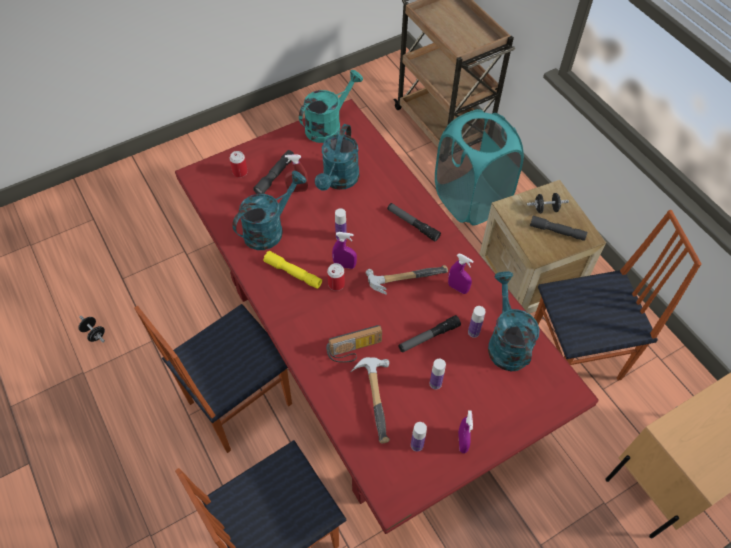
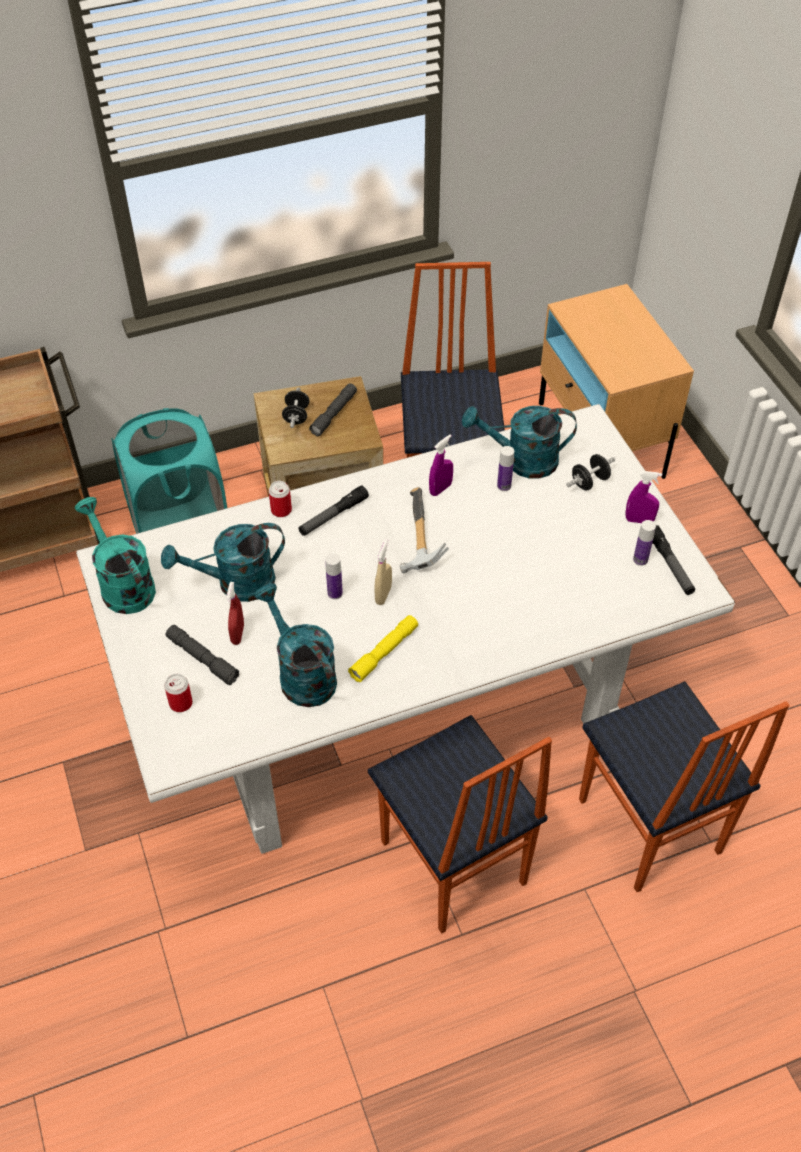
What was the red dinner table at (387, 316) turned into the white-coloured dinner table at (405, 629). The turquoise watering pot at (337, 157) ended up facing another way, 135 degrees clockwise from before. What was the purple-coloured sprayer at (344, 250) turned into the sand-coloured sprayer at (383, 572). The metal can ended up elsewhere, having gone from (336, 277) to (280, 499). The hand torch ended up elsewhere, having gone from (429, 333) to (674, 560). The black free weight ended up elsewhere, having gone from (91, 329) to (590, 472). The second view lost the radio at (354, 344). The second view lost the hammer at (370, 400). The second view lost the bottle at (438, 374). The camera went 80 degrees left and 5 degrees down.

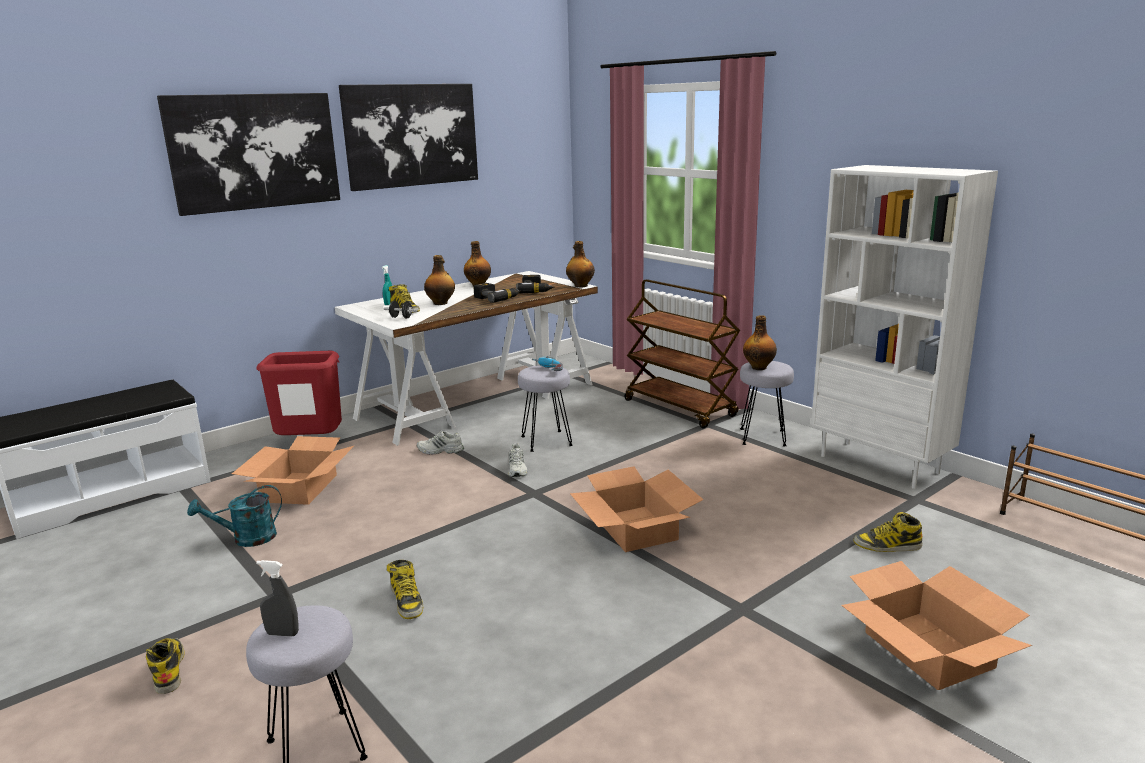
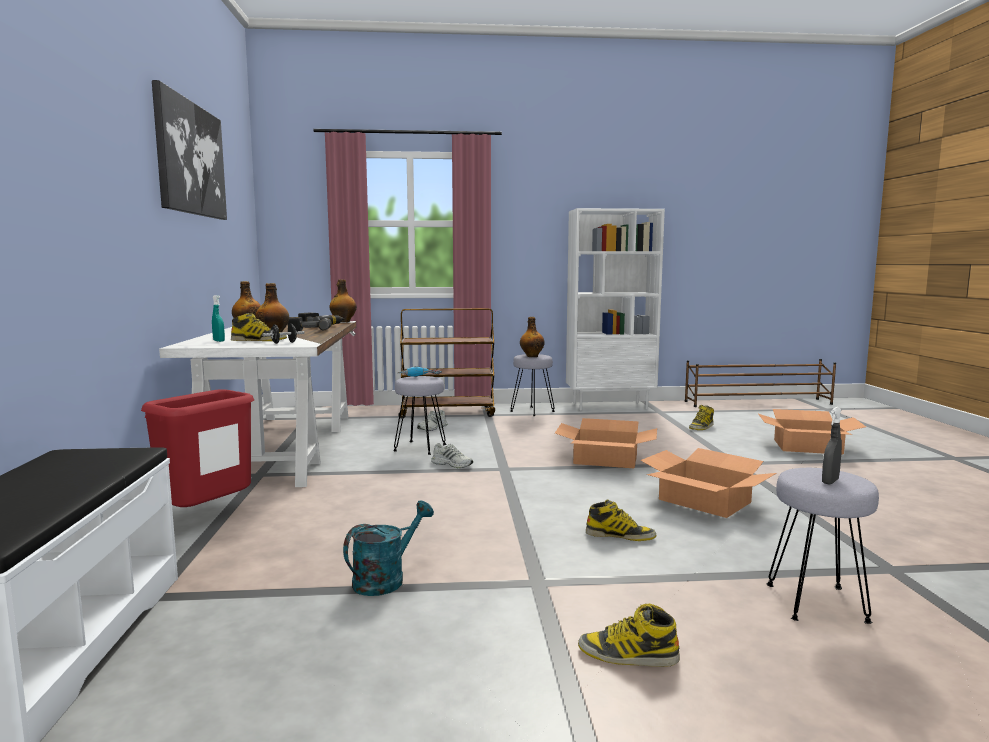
The second view lost the wall art at (248, 154). The white-coloured item of footwear ended up elsewhere, having gone from (440, 442) to (432, 420). The cardboard box ended up elsewhere, having gone from (293, 470) to (708, 483). The turquoise watering pot at (234, 516) ended up facing another way, 150 degrees counterclockwise from before. The camera went 55 degrees left and 10 degrees down.

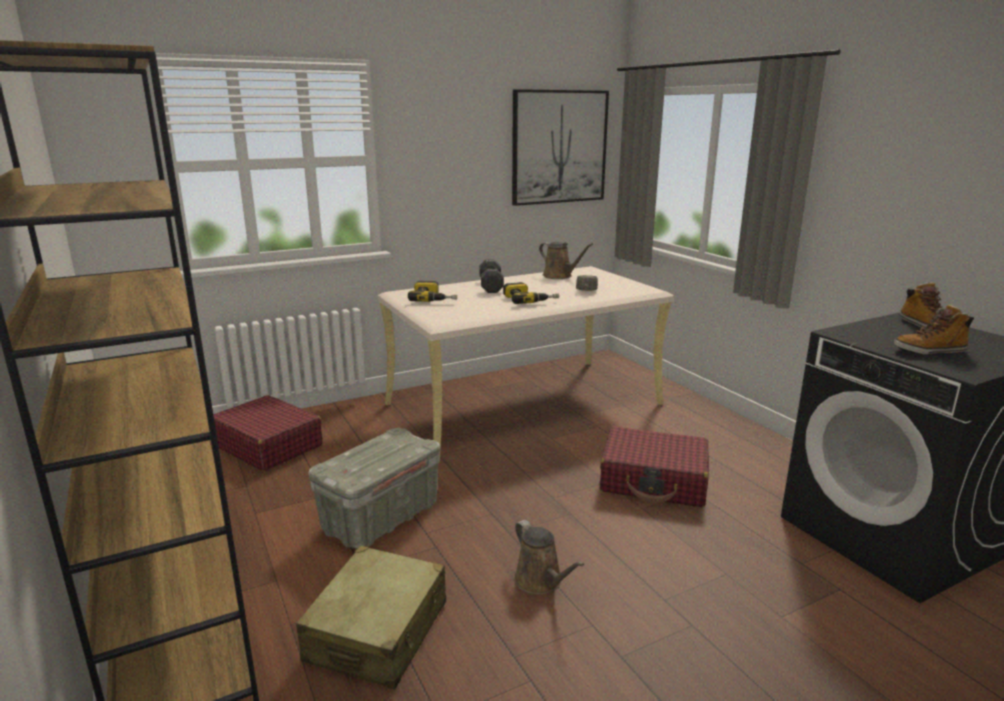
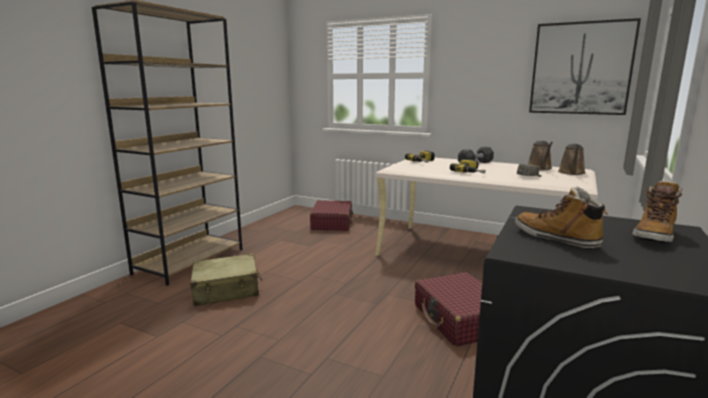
The second view lost the grey storage box at (374, 488). The brown watering pot ended up elsewhere, having gone from (549, 557) to (572, 159). The camera went 55 degrees right and 5 degrees down.

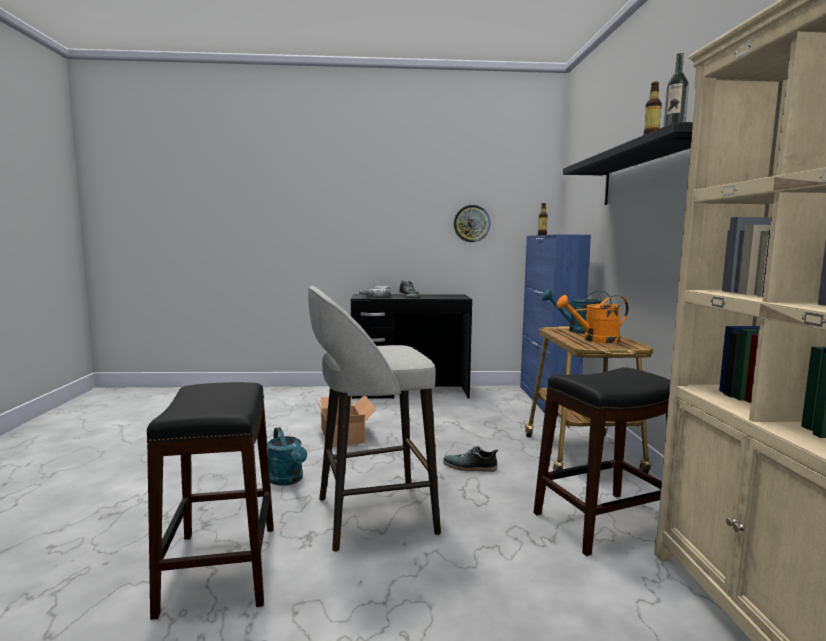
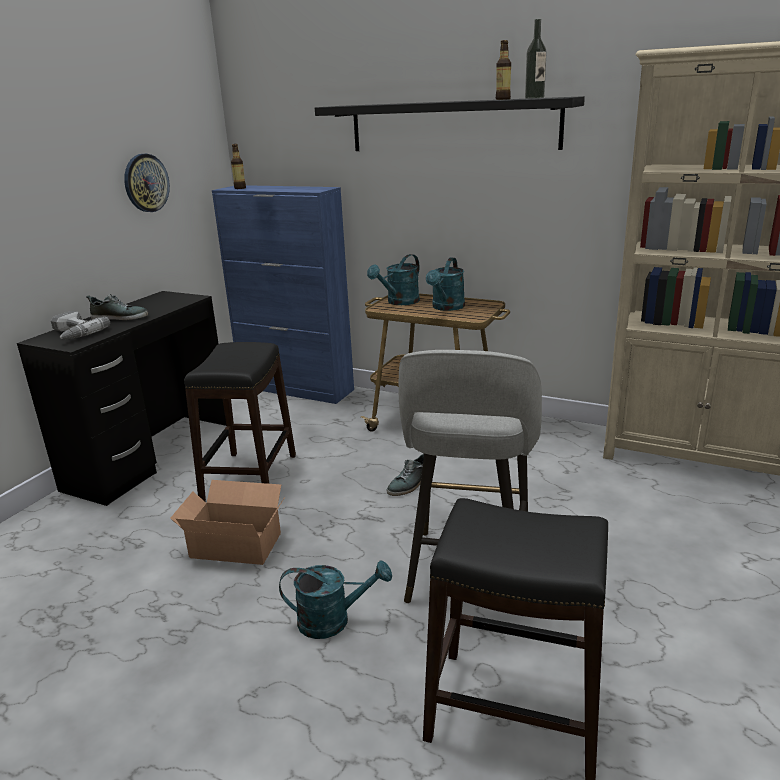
What was the orange-coloured watering pot at (593, 319) turned into the turquoise watering pot at (445, 284). The black sitting stool ended up elsewhere, having gone from (601, 461) to (240, 421). The camera went 60 degrees left and 15 degrees up.

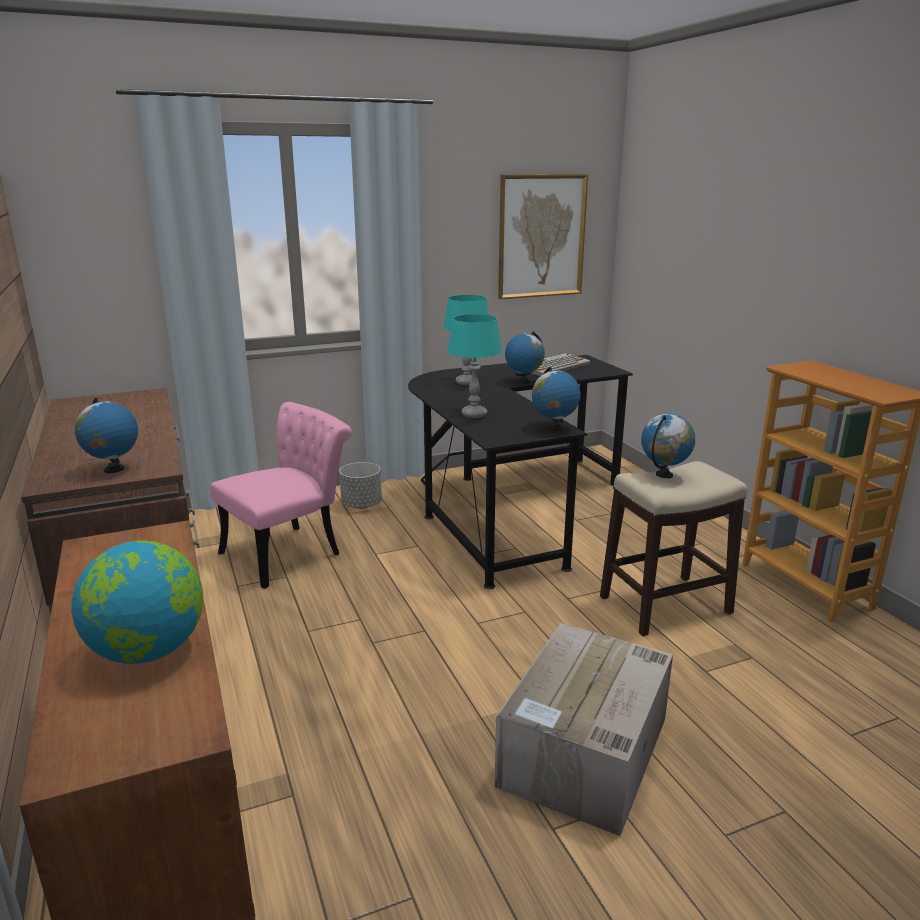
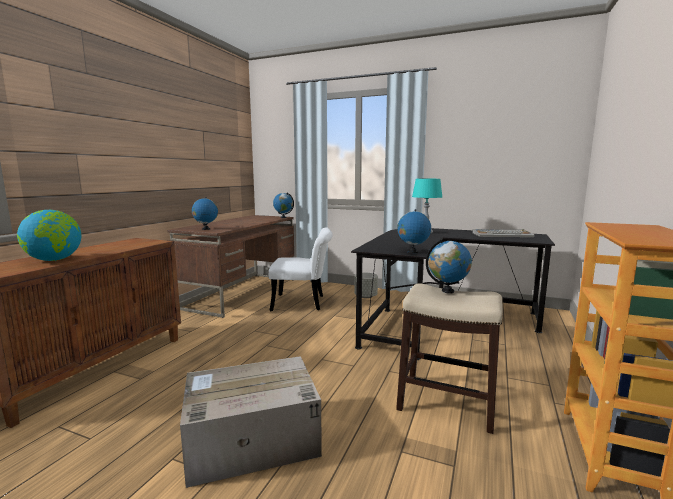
The second view lost the wall art at (543, 236). The second view lost the turquoise lamp for a table at (475, 366). The globe ended up elsewhere, having gone from (525, 357) to (283, 205). What was the pinkish plain chair at (281, 495) turned into the white-coloured plain chair at (301, 269). The camera went 45 degrees right and 10 degrees down.

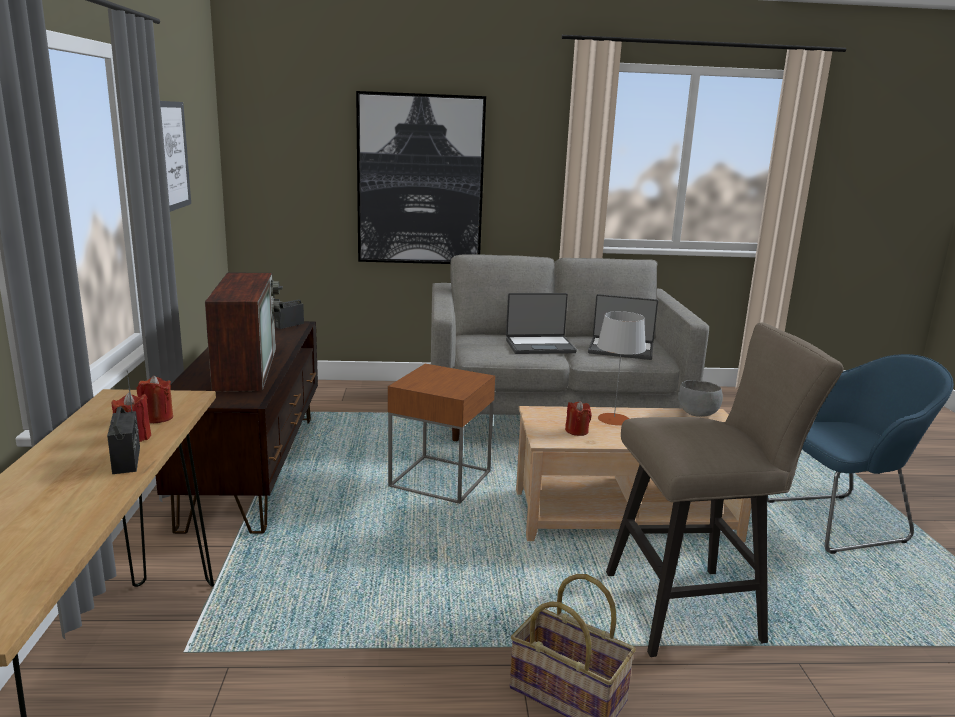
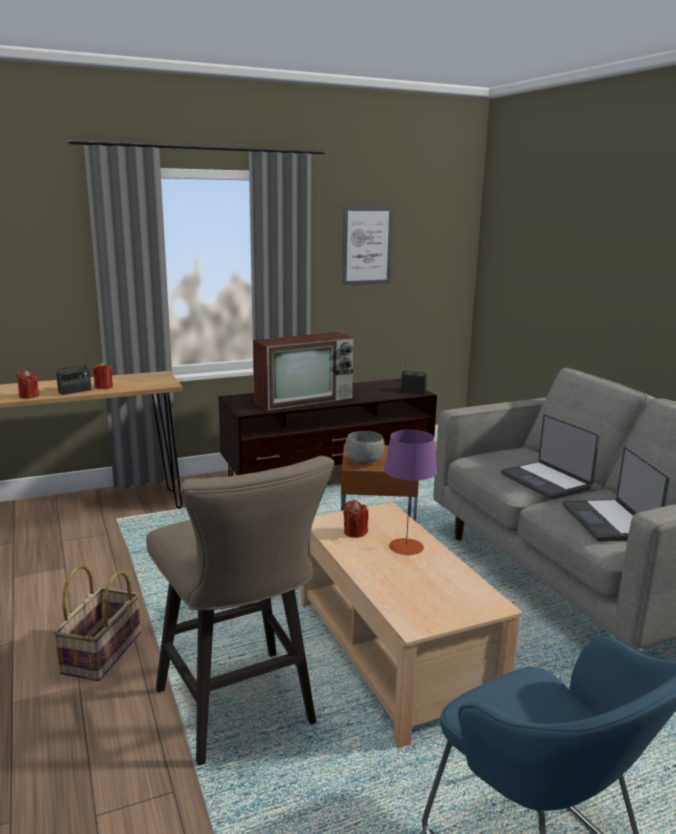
The second view lost the wall art at (421, 177). What was the grey lamp for a table at (621, 368) turned into the purple-coloured lamp for a table at (410, 492). The red wax light ended up elsewhere, having gone from (154, 399) to (28, 384). The grey deep dish ended up elsewhere, having gone from (700, 398) to (365, 447). The camera went 70 degrees right and 0 degrees up.

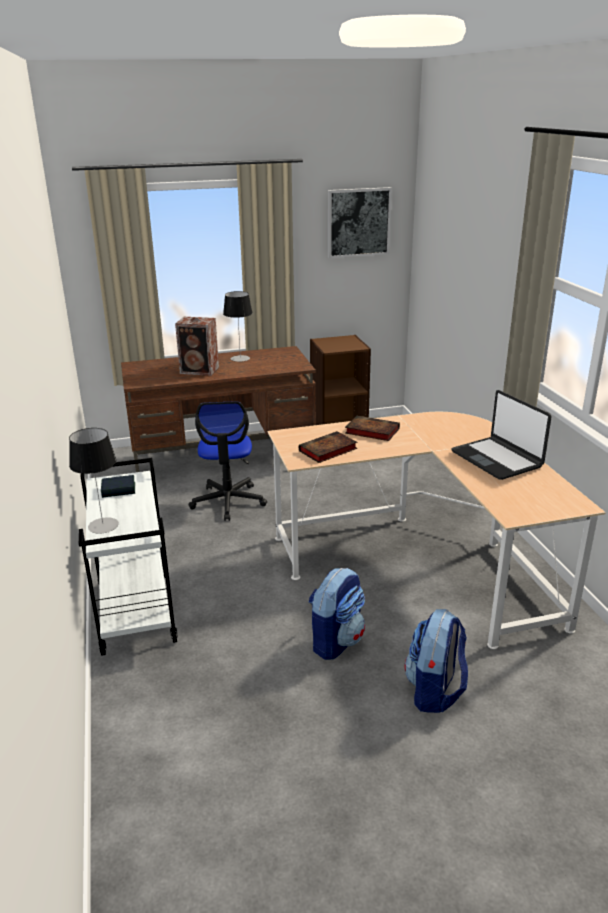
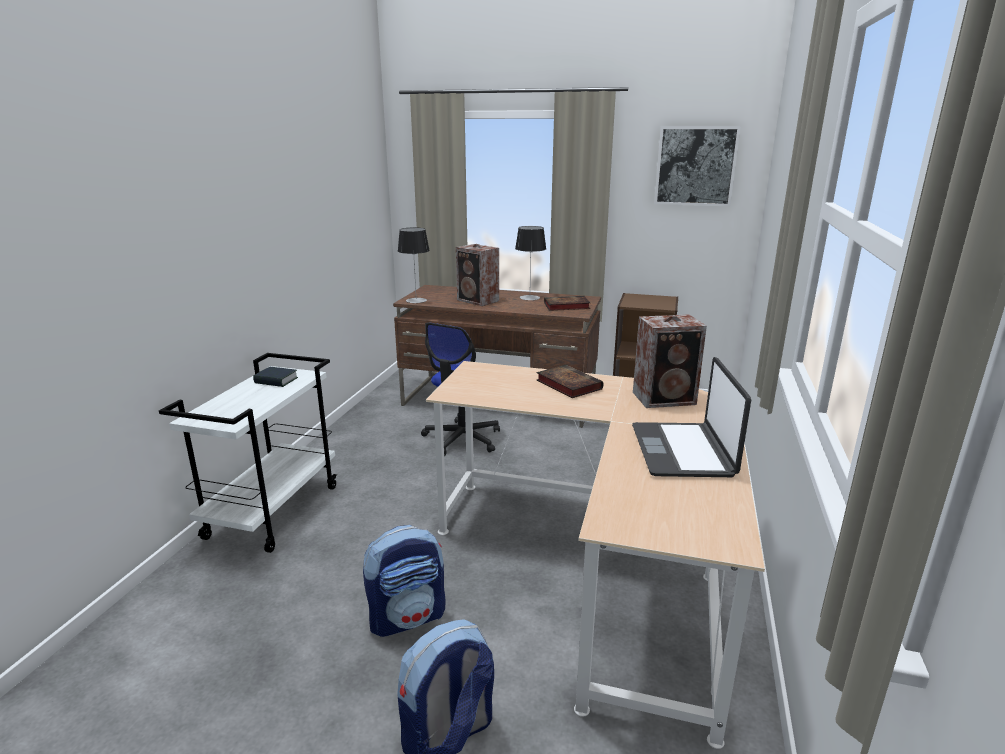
The lamp for a table ended up elsewhere, having gone from (94, 481) to (414, 265). The volume ended up elsewhere, having gone from (328, 447) to (567, 303). The second view gained the audio speaker at (670, 361). The camera went 30 degrees right and 5 degrees down.

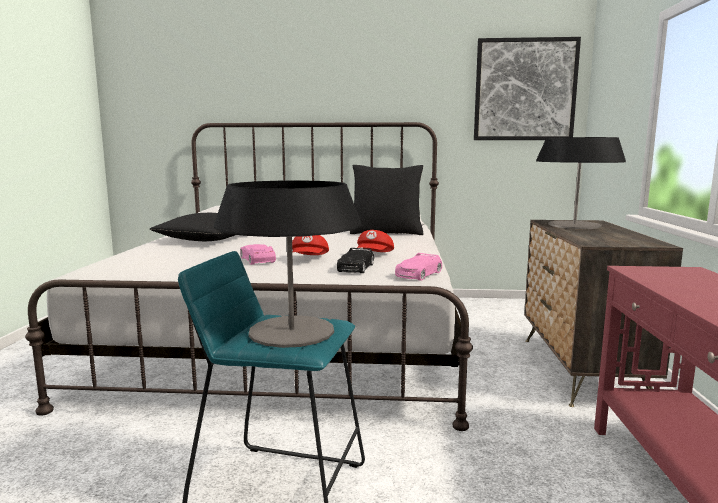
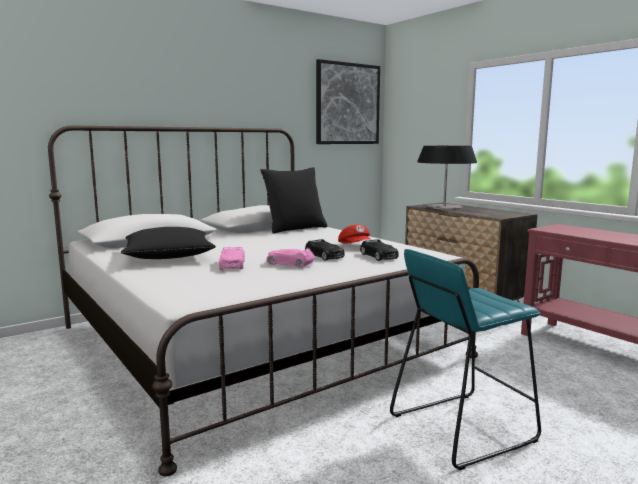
The second view lost the lamp for a table at (287, 264). Where the red baseball cap stood at (310, 245), the black miniature car came to stand at (325, 250). The pinkish miniature car ended up elsewhere, having gone from (418, 267) to (232, 258). The camera went 40 degrees left and 0 degrees up.

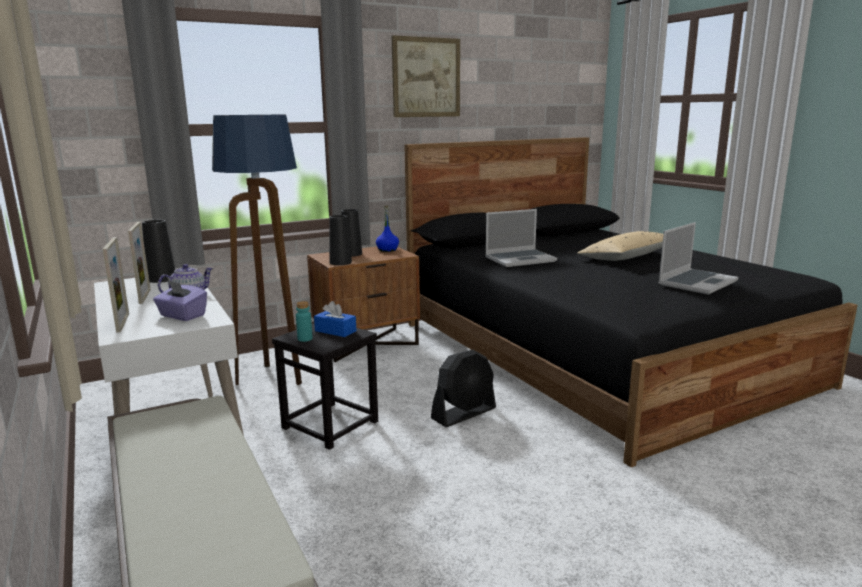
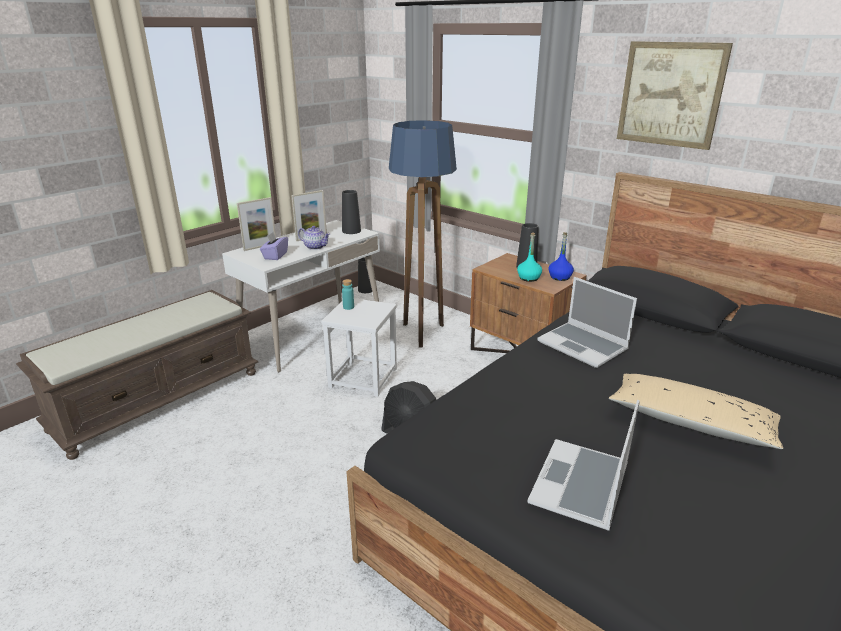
The black decorative vase ended up elsewhere, having gone from (340, 240) to (365, 275). The laptop at (698, 258) ended up facing another way, 90 degrees clockwise from before. The second view lost the blue-coloured tissue box at (335, 319). What was the black sitting stool at (325, 387) turned into the white-coloured sitting stool at (359, 347). The second view gained the turquoise bottle at (529, 257). The camera went 70 degrees right and 10 degrees up.

